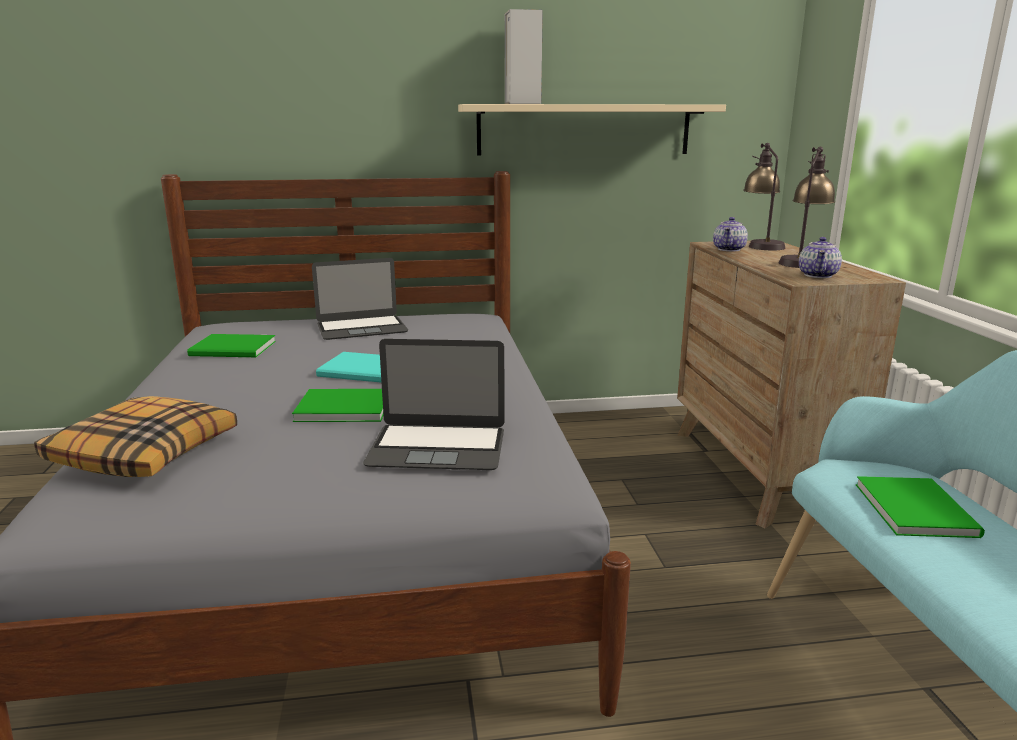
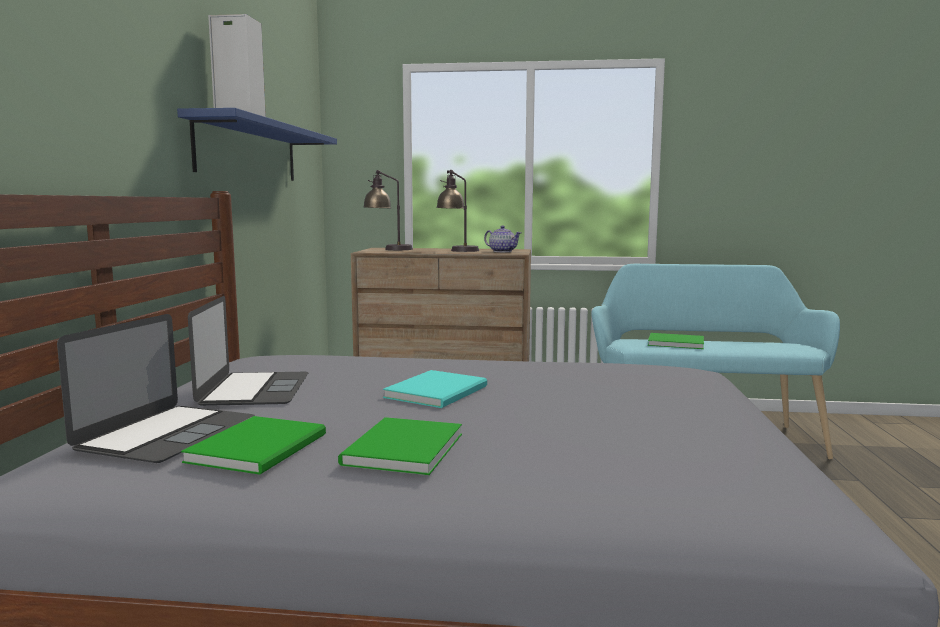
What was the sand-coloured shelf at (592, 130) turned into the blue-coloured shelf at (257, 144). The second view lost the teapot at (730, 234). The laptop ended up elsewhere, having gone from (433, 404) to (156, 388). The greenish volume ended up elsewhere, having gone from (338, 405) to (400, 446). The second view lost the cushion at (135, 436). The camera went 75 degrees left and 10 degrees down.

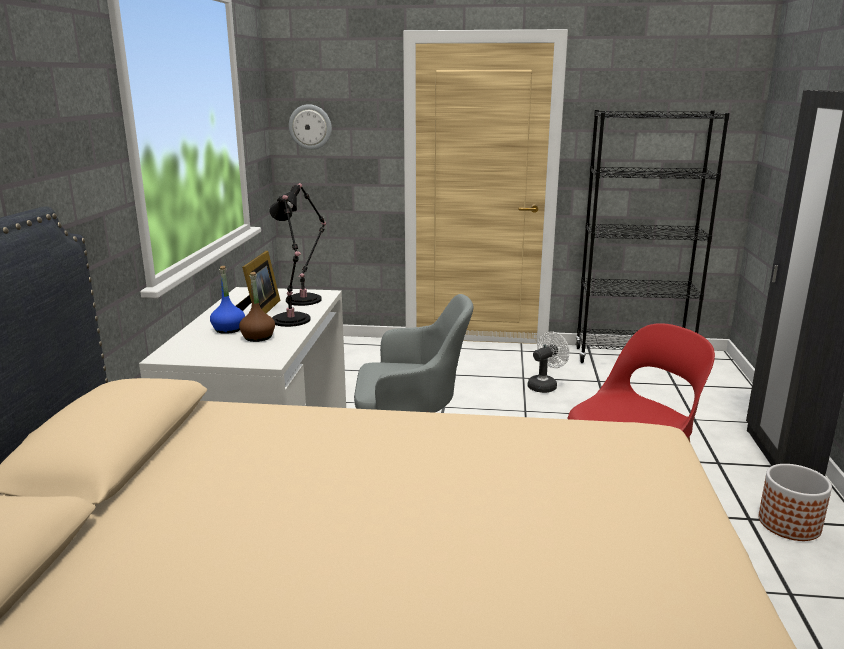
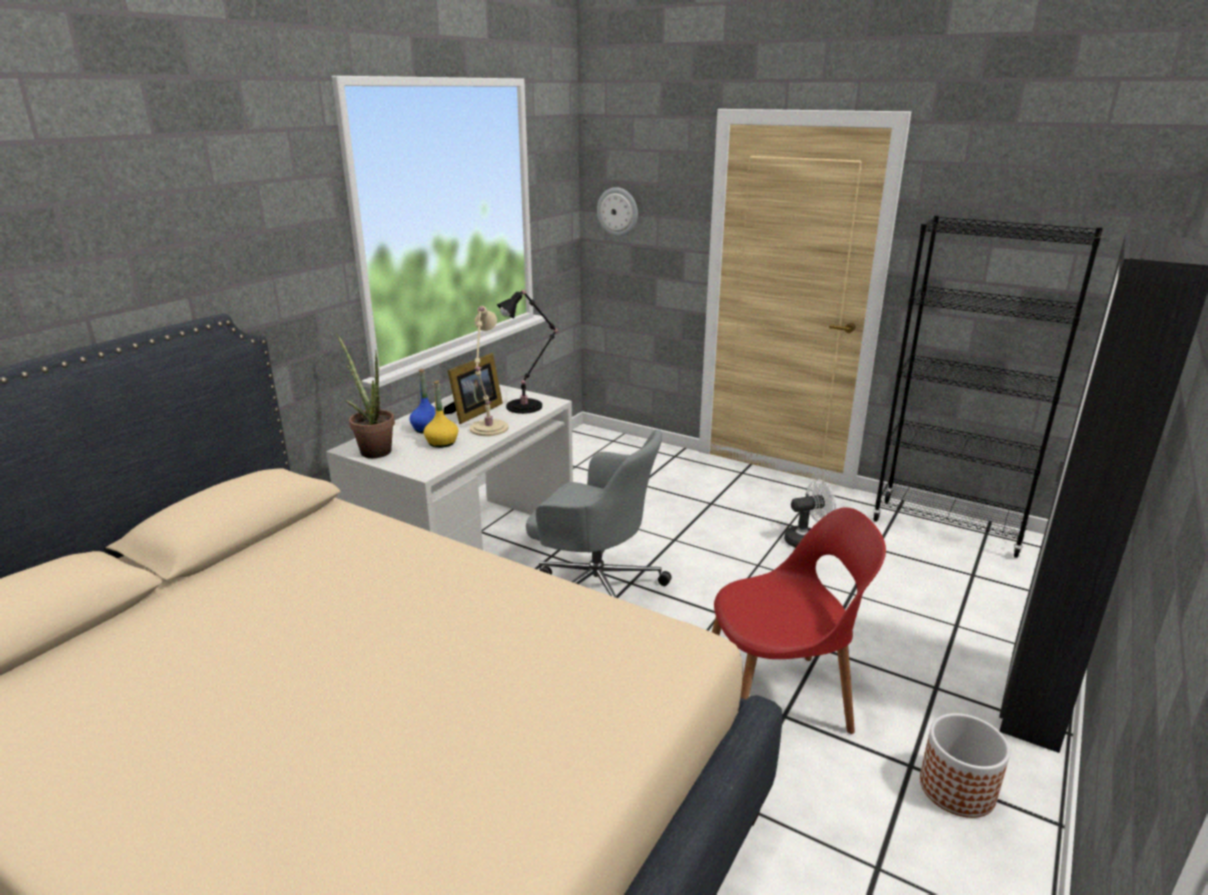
What was the black lamp for a table at (289, 261) turned into the sand-coloured lamp for a table at (489, 371). What was the brown bottle at (257, 307) turned into the yellow-coloured bottle at (441, 414). The second view gained the plant in a pot at (365, 395). The camera went 25 degrees right and 5 degrees up.

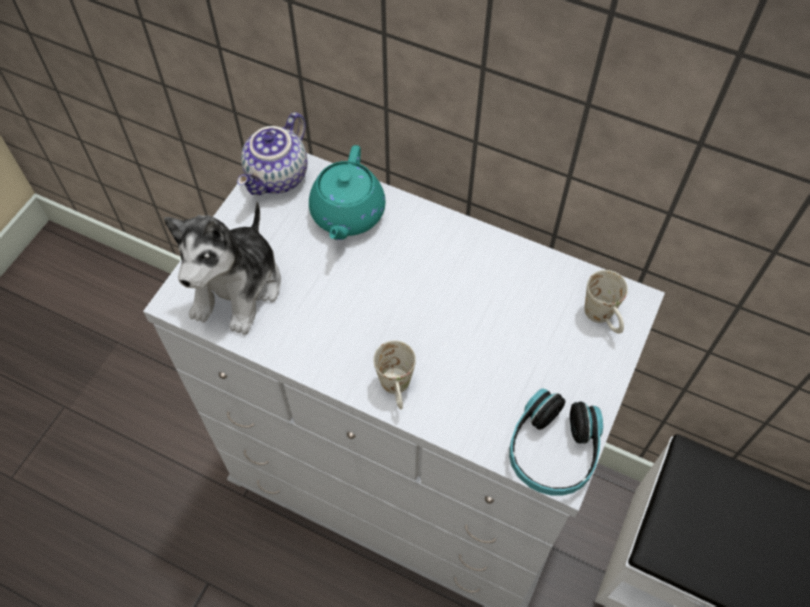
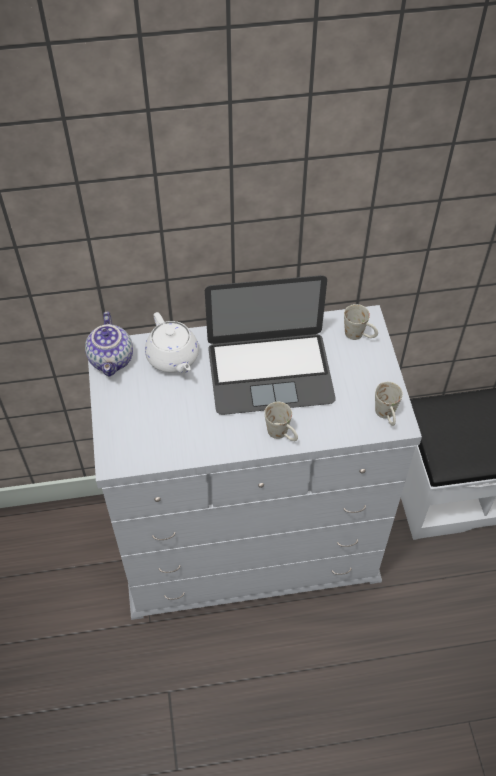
What was the turquoise teapot at (347, 192) turned into the white-coloured teapot at (172, 342). The second view lost the plush toy at (222, 268). Where the headset stood at (556, 442), the white-coloured mug came to stand at (389, 404). The second view gained the laptop at (270, 345). The camera went 35 degrees left and 5 degrees down.

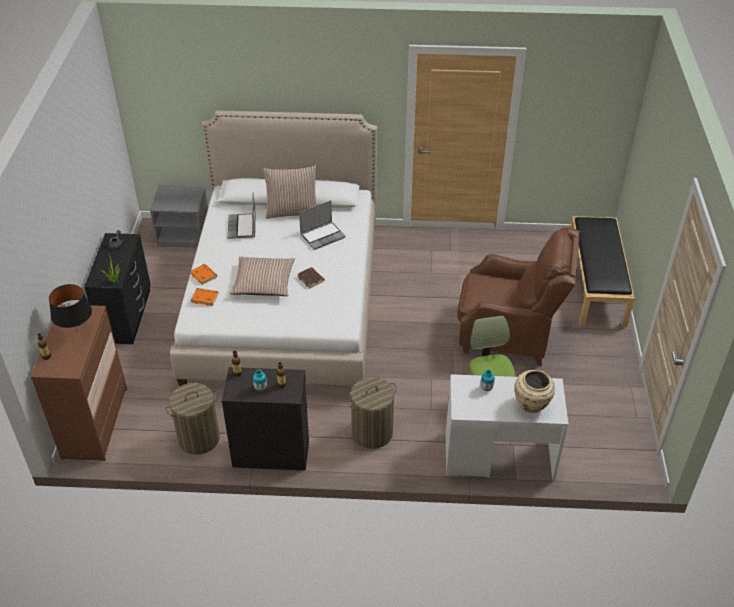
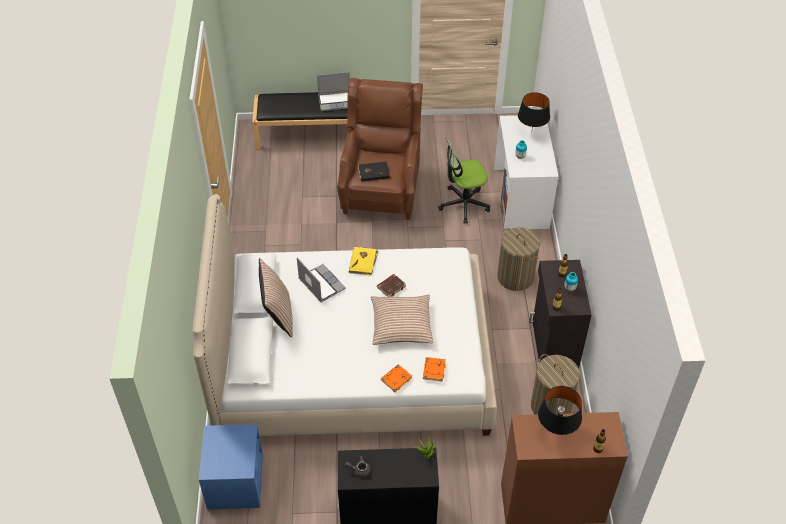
What was the grey bedside table at (179, 216) turned into the blue-coloured bedside table at (231, 467). The laptop ended up elsewhere, having gone from (241, 215) to (333, 91). Where the sand-coloured decorative vase stood at (535, 391), the black lamp for a table came to stand at (534, 110). The second view gained the black volume at (374, 171). The second view gained the yellow-coloured volume at (363, 261). The camera went 95 degrees left and 5 degrees up.

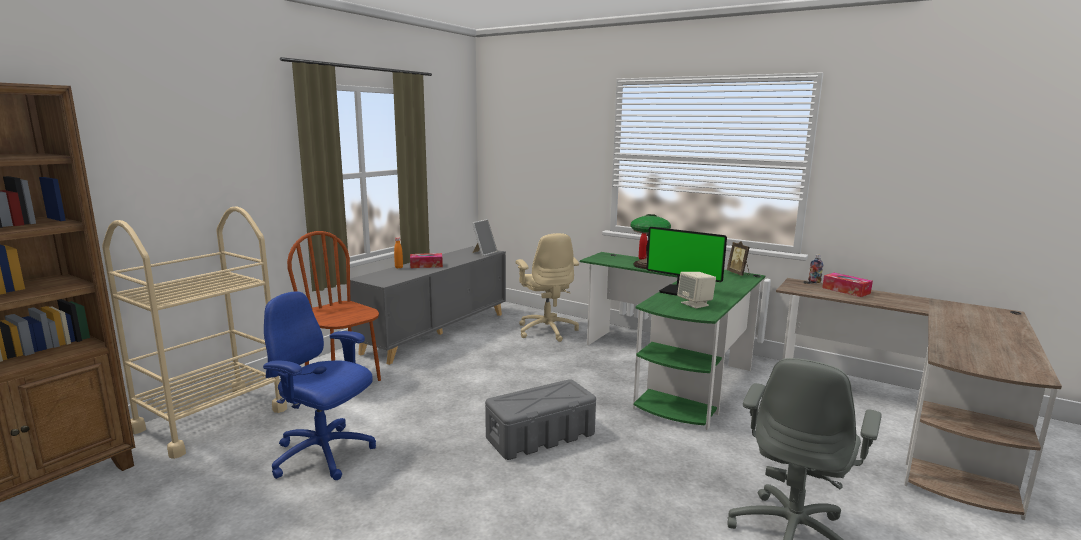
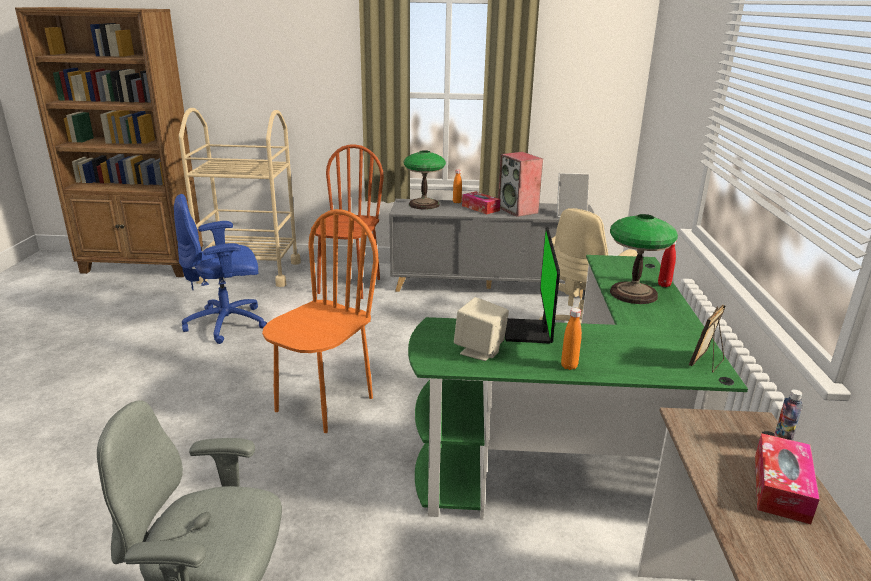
The blue-coloured desk chair at (319, 385) ended up facing another way, 105 degrees counterclockwise from before. Where the grey storage box stood at (540, 419), the orange-coloured plain chair came to stand at (320, 321). The second view gained the lamp for a table at (425, 179). The second view gained the audio speaker at (520, 184). The second view gained the orange-coloured bottle at (571, 339). The camera went 60 degrees right and 10 degrees up.

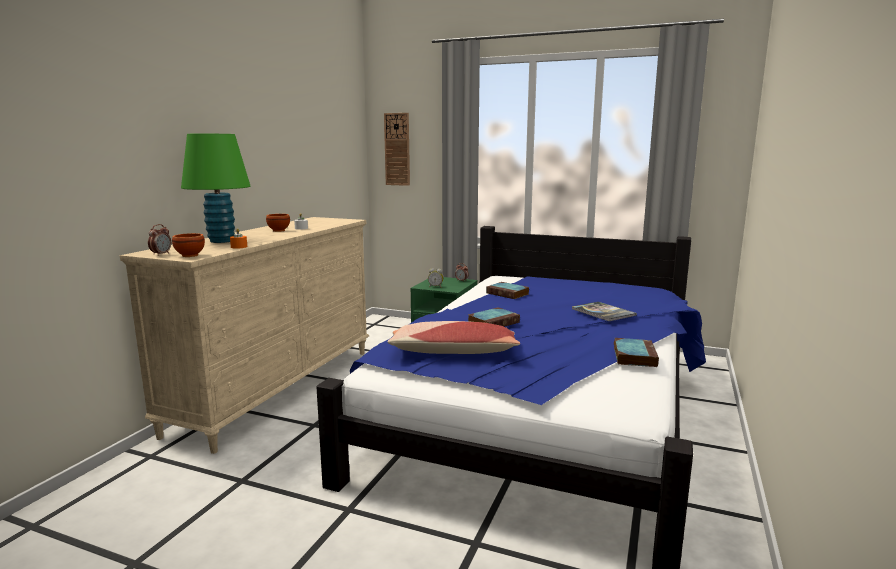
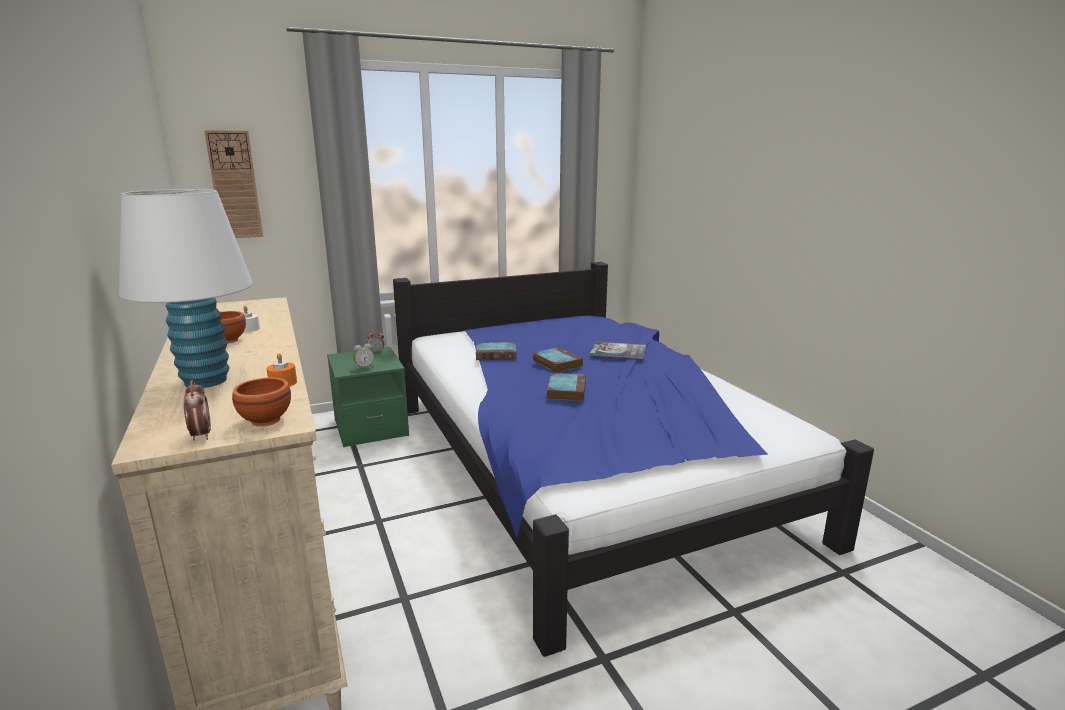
What was the greenish lamp for a table at (215, 188) turned into the white-coloured lamp for a table at (186, 288). The second view lost the cushion at (454, 337). The volume ended up elsewhere, having gone from (636, 352) to (558, 360). The camera went 45 degrees left and 5 degrees up.

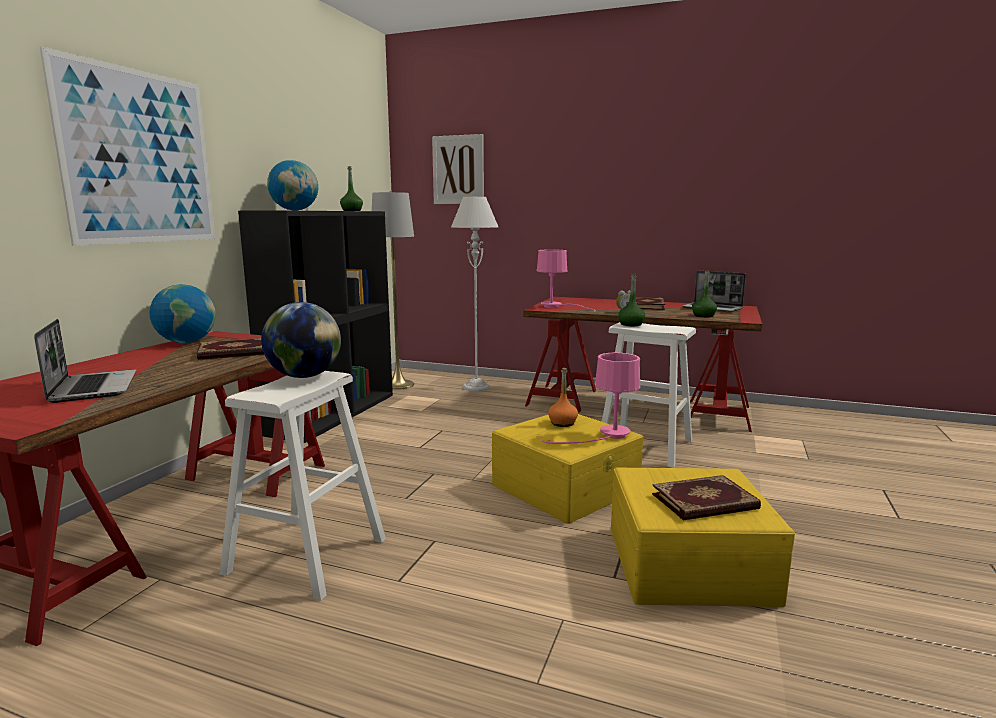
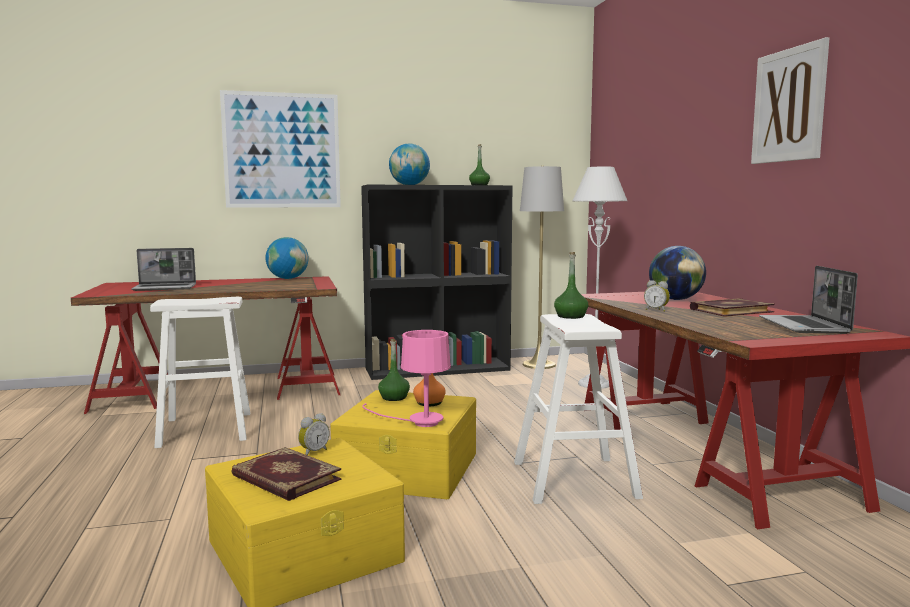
The wall art ended up elsewhere, having gone from (458, 169) to (790, 100). The second view lost the pinkish lamp for a table at (566, 281). The greenish bottle ended up elsewhere, having gone from (704, 293) to (394, 370). The globe ended up elsewhere, having gone from (301, 340) to (677, 273). The laptop at (85, 361) ended up facing another way, 45 degrees clockwise from before. The second view lost the volume at (230, 349). The second view gained the alarm clock at (314, 434). The camera went 55 degrees right and 5 degrees down.

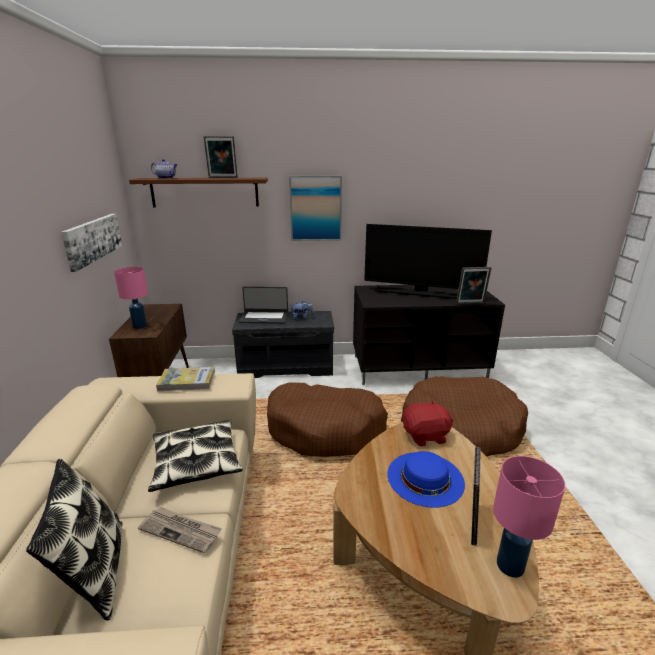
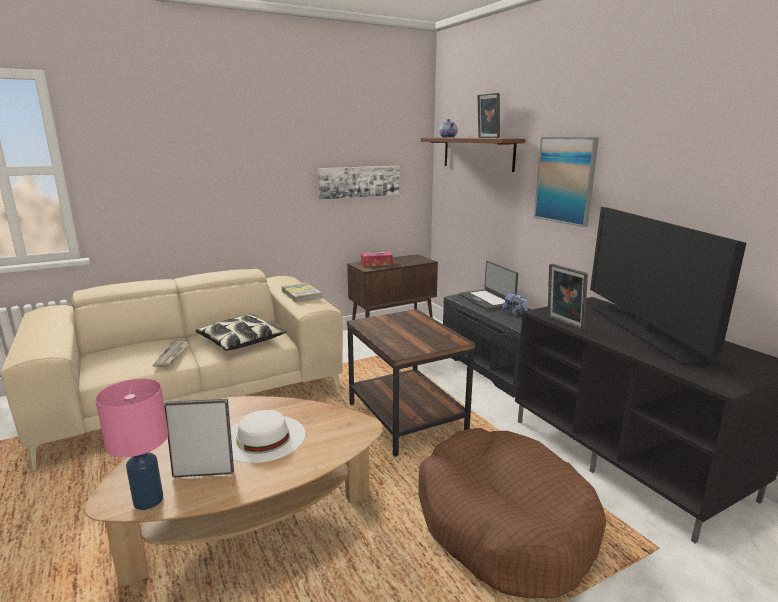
Where the pinkish lamp for a table stood at (131, 298), the tissue box came to stand at (376, 259). The standing frame ended up elsewhere, having gone from (474, 285) to (567, 297). Where the brown dog cushion stood at (327, 420), the brown accent table came to stand at (411, 383). The second view lost the red plush toy at (428, 423). What was the blue-coloured wearable hat at (426, 479) turned into the white-coloured wearable hat at (267, 436). The second view lost the cushion at (74, 540). The camera went 65 degrees right and 5 degrees down.

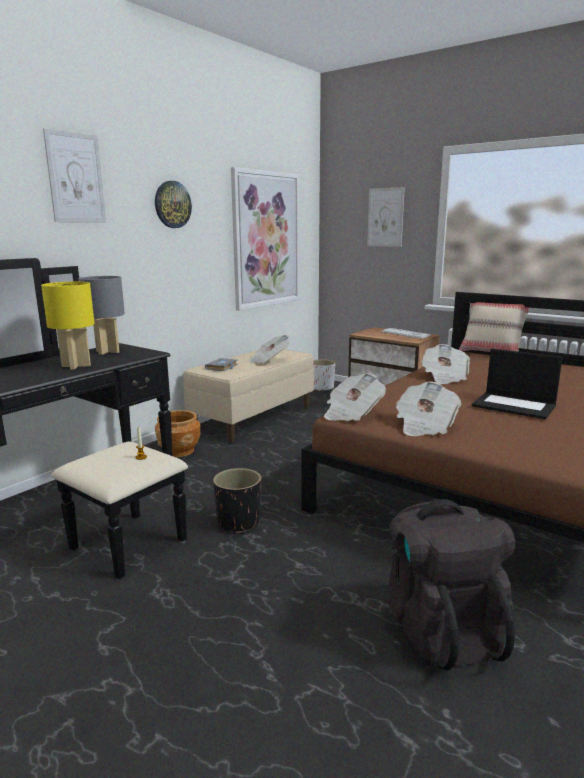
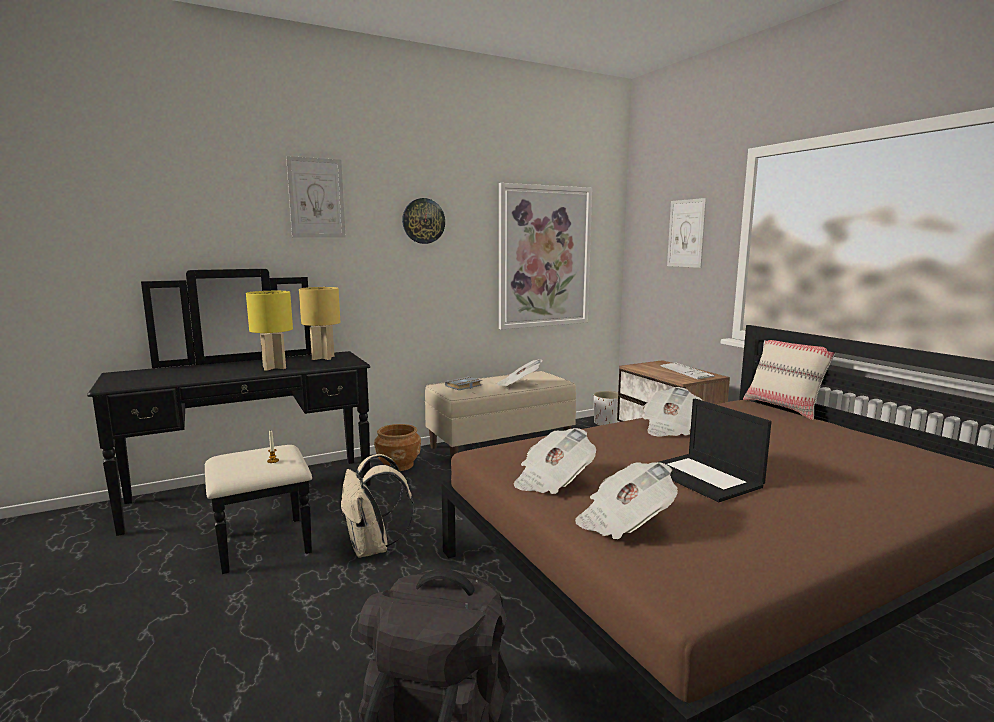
What was the grey lamp for a table at (101, 315) turned into the yellow-coloured lamp for a table at (319, 323). The newspaper ended up elsewhere, having gone from (355, 397) to (626, 500). Where the black flower pot stood at (237, 500), the sand-coloured knapsack came to stand at (377, 506). The camera went 25 degrees right and 5 degrees down.

